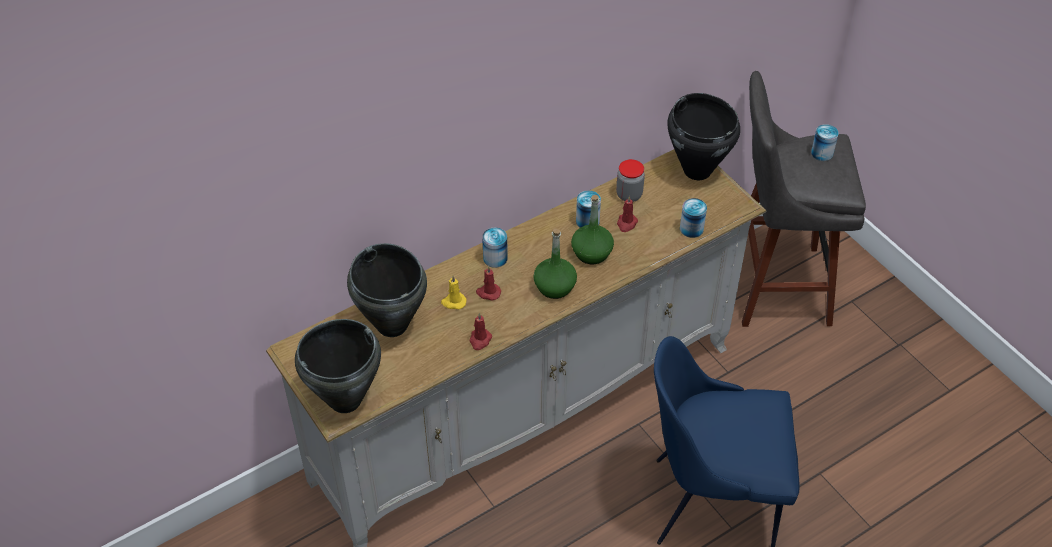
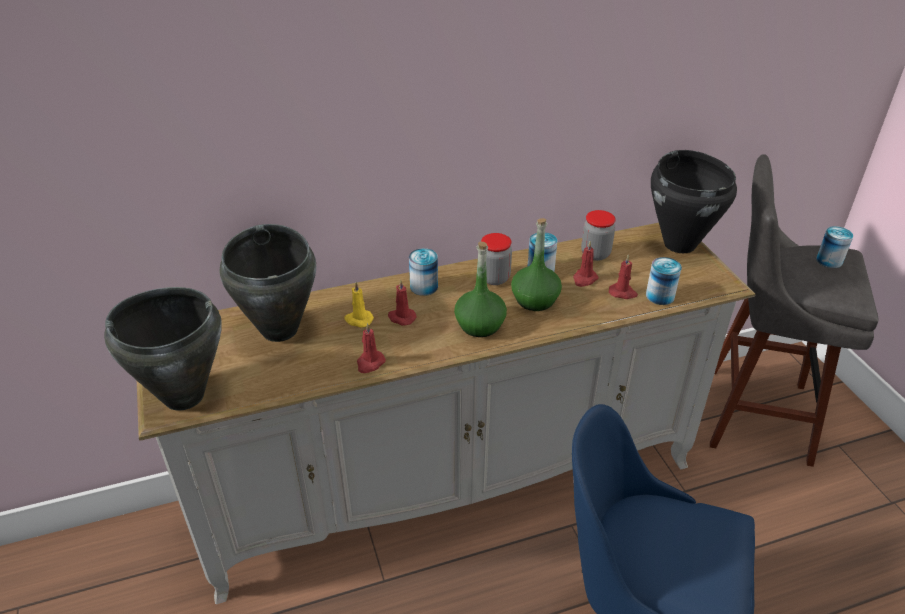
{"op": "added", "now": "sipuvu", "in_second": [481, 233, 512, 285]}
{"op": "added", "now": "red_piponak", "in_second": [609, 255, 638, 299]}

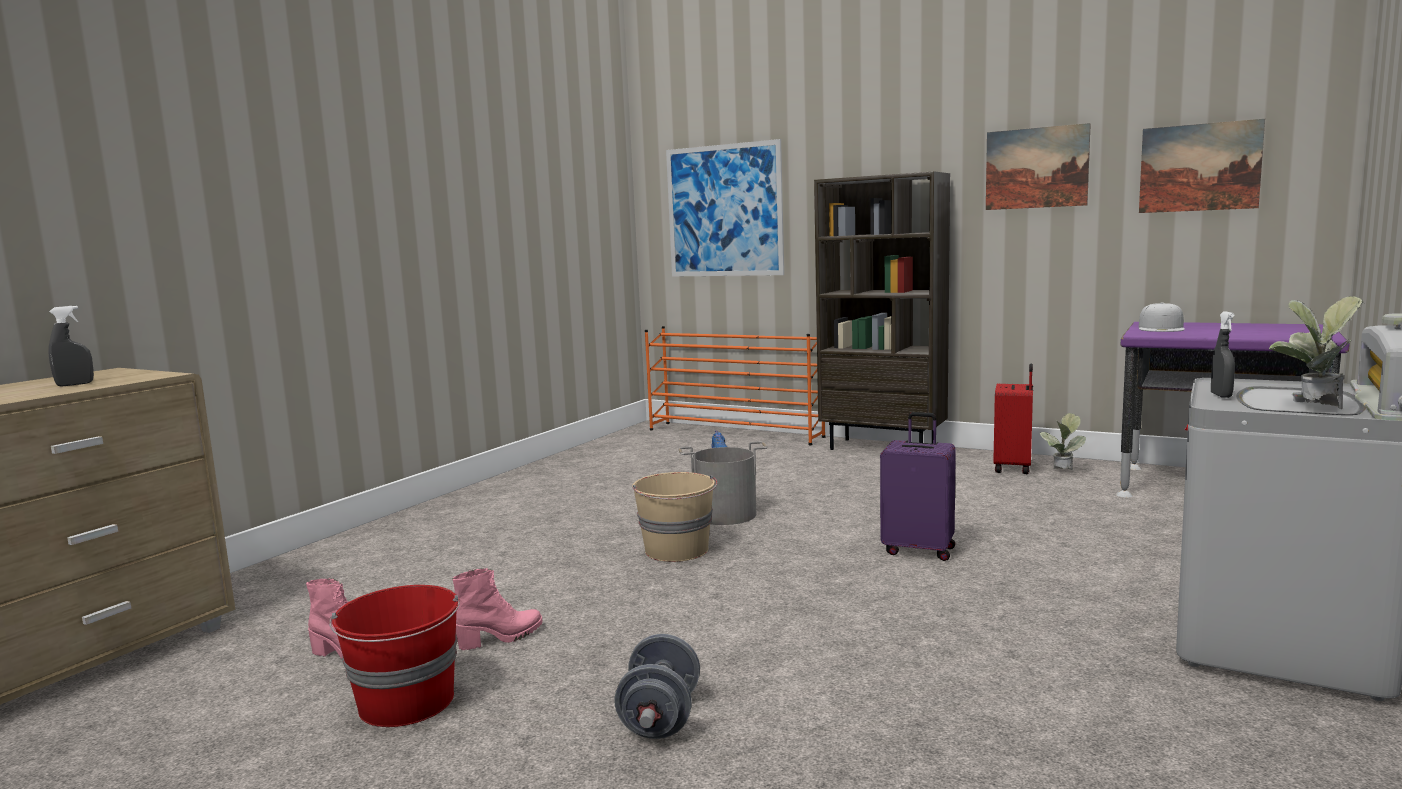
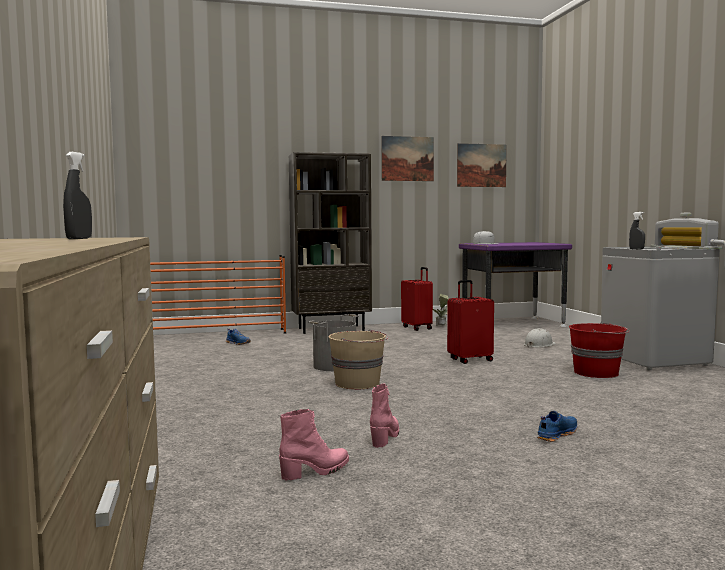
{"op": "moved", "was": "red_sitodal", "in_first": [329, 585, 460, 727], "in_second": [569, 322, 630, 378]}
{"op": "replaced", "was": "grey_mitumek", "now": "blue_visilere", "in_first": [614, 634, 700, 739], "in_second": [537, 411, 577, 442]}
{"op": "removed", "was": "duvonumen", "in_first": [666, 139, 784, 277]}
{"op": "recoloured", "was": "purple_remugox", "now": "red_remugox", "in_first": [880, 412, 956, 561], "in_second": [447, 280, 494, 364]}
{"op": "removed", "was": "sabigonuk", "in_first": [1269, 296, 1364, 409]}
{"op": "added", "now": "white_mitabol", "in_second": [524, 328, 556, 348]}

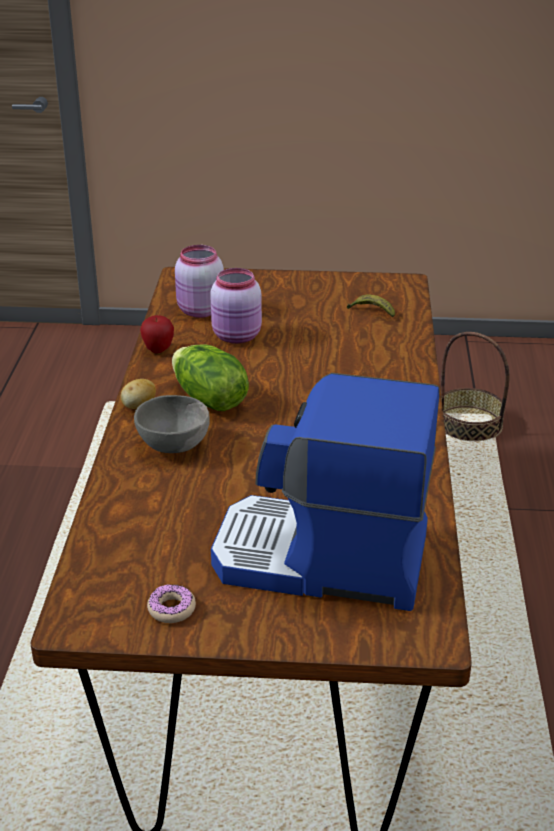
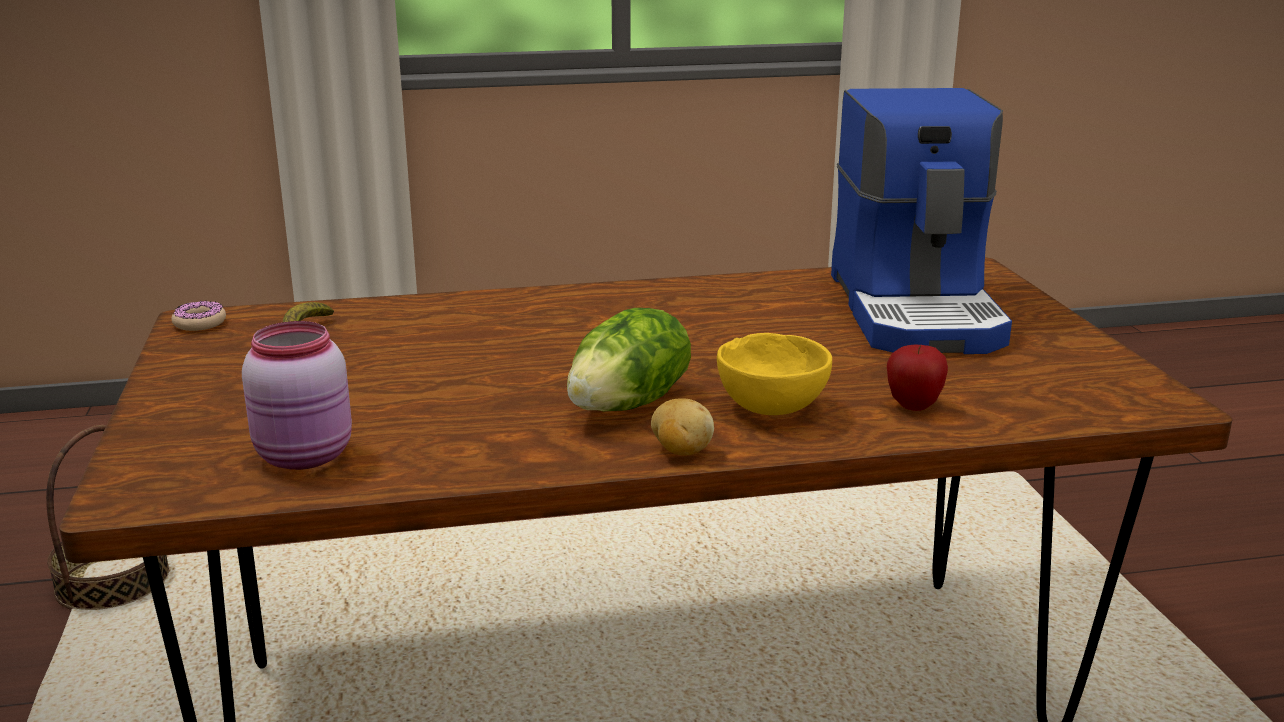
{"op": "recoloured", "was": "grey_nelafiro", "now": "yellow_nelafiro", "in_first": [134, 395, 210, 453], "in_second": [717, 333, 832, 415]}
{"op": "moved", "was": "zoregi", "in_first": [140, 315, 174, 353], "in_second": [887, 344, 948, 411]}
{"op": "moved", "was": "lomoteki", "in_first": [147, 584, 196, 623], "in_second": [171, 301, 226, 331]}
{"op": "removed", "was": "pink_sipuvu", "in_first": [210, 268, 262, 344]}

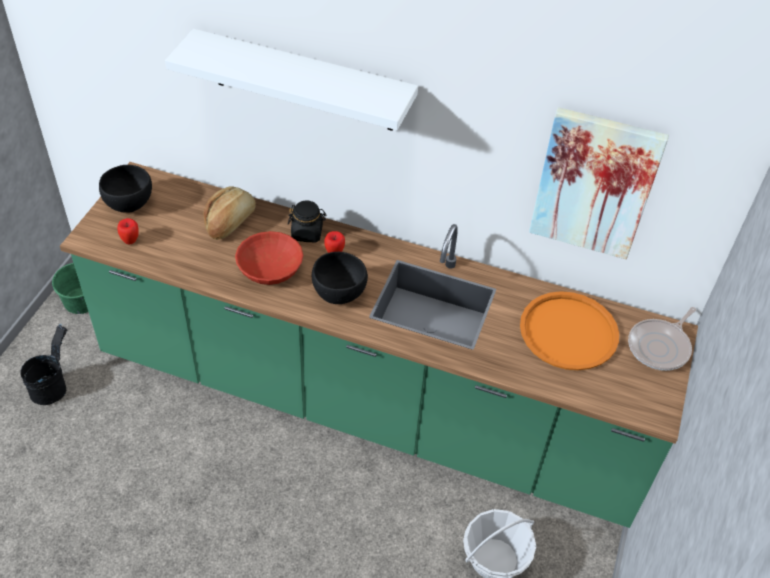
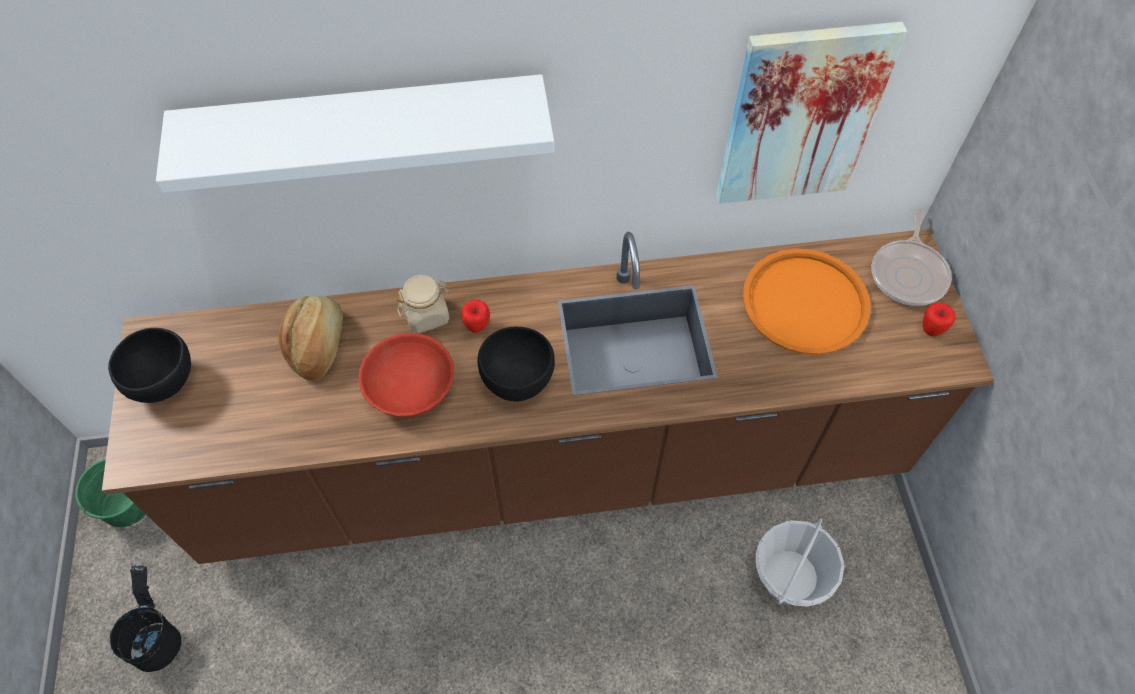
{"op": "recoloured", "was": "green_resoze", "now": "brown_resoze", "in_first": [60, 162, 698, 528], "in_second": [102, 229, 994, 564]}
{"op": "moved", "was": "zoregi", "in_first": [117, 218, 138, 244], "in_second": [923, 302, 955, 337]}
{"op": "recoloured", "was": "black_sipuvu", "now": "beige_sipuvu", "in_first": [288, 201, 327, 242], "in_second": [396, 275, 449, 333]}

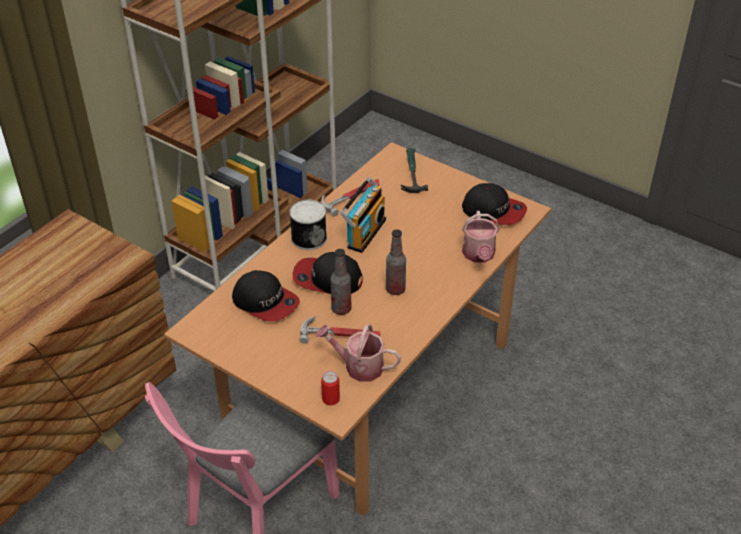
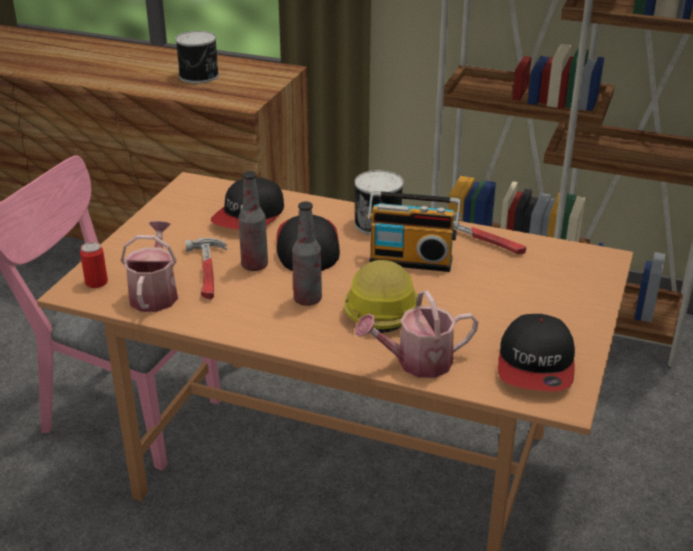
{"op": "removed", "was": "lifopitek", "in_first": [401, 148, 428, 193]}
{"op": "added", "now": "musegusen", "in_second": [175, 31, 219, 83]}
{"op": "added", "now": "mitabol", "in_second": [343, 260, 418, 333]}

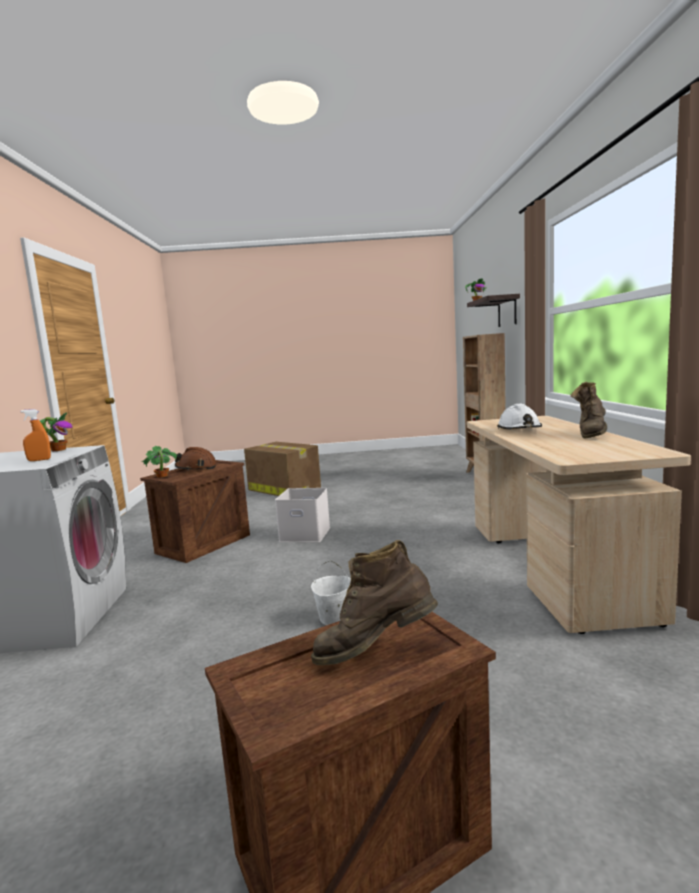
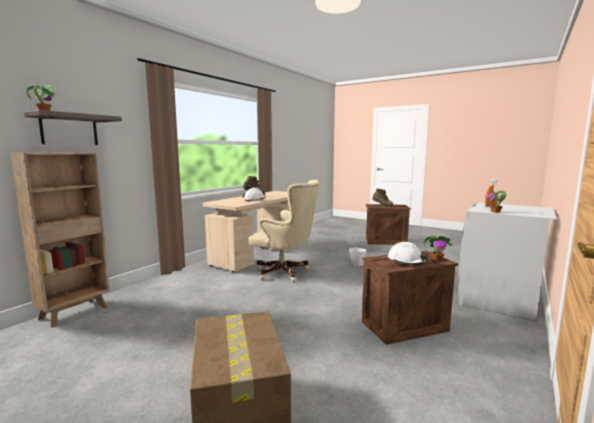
{"op": "recoloured", "was": "brown_mitabol", "now": "white_mitabol", "in_first": [175, 447, 217, 471], "in_second": [388, 242, 428, 264]}
{"op": "removed", "was": "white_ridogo", "in_first": [275, 488, 330, 542]}
{"op": "added", "now": "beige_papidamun", "in_second": [249, 180, 319, 282]}

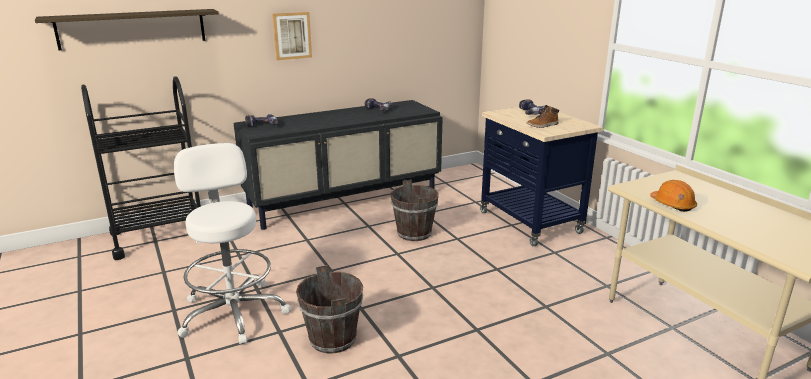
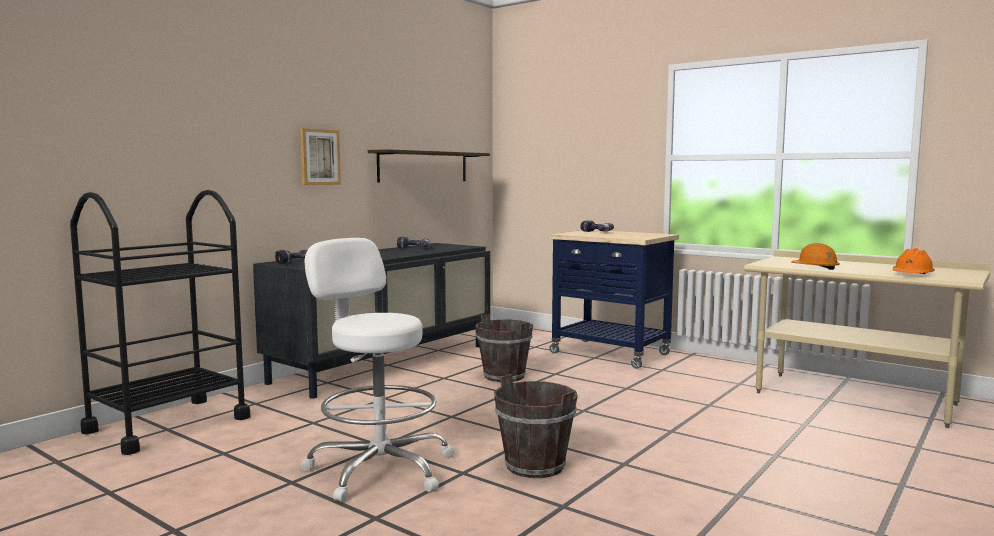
{"op": "moved", "was": "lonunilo", "in_first": [35, 9, 219, 50], "in_second": [368, 149, 490, 182]}
{"op": "removed", "was": "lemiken", "in_first": [527, 105, 559, 128]}
{"op": "added", "now": "orange_mitabol", "in_second": [893, 248, 935, 274]}

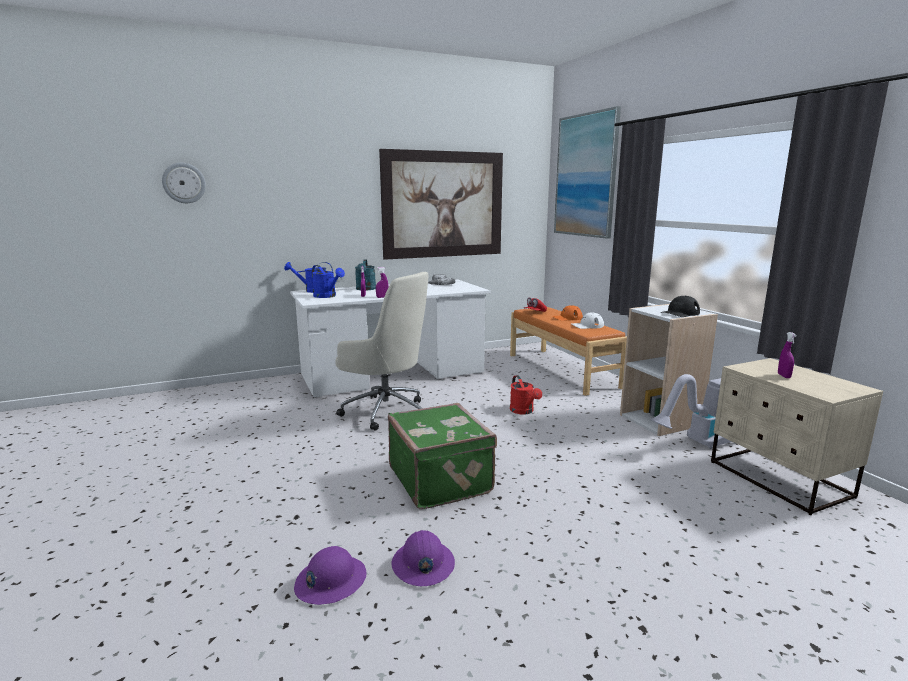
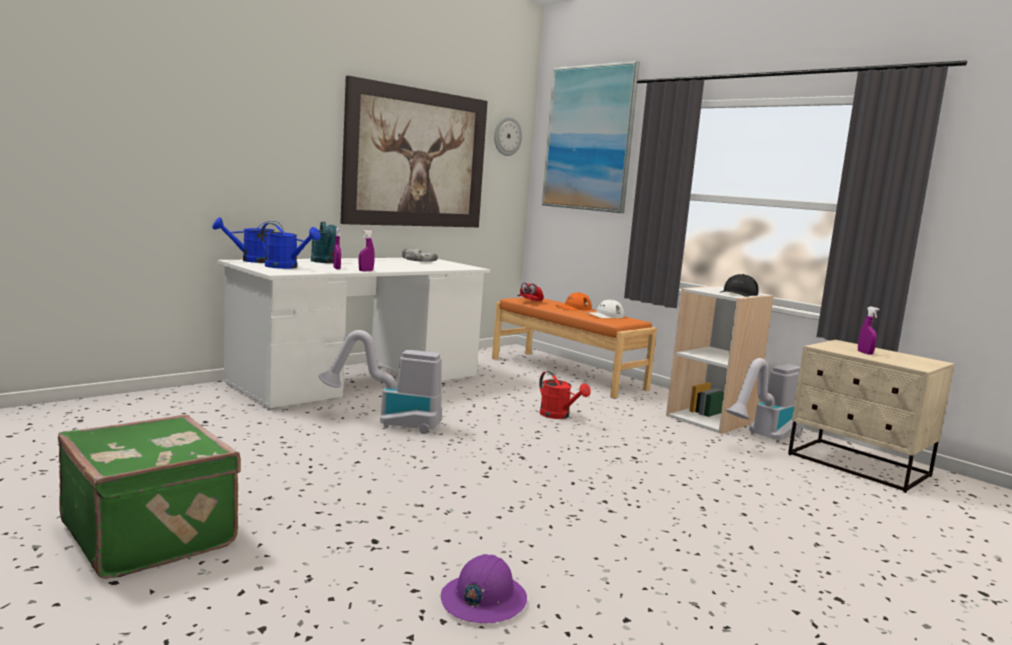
{"op": "moved", "was": "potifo", "in_first": [162, 163, 206, 203], "in_second": [494, 117, 522, 156]}
{"op": "replaced", "was": "beige_papidamun", "now": "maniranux", "in_first": [335, 272, 428, 431], "in_second": [319, 330, 442, 434]}
{"op": "moved", "was": "green_remugox", "in_first": [388, 403, 497, 509], "in_second": [58, 414, 241, 579]}
{"op": "removed", "was": "purple_mitabol", "in_first": [392, 530, 455, 586]}

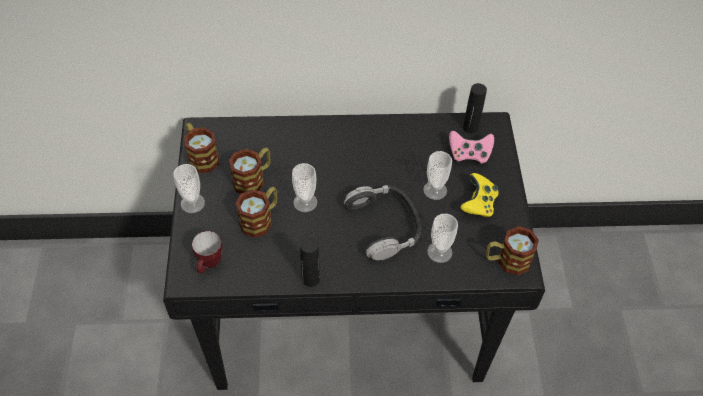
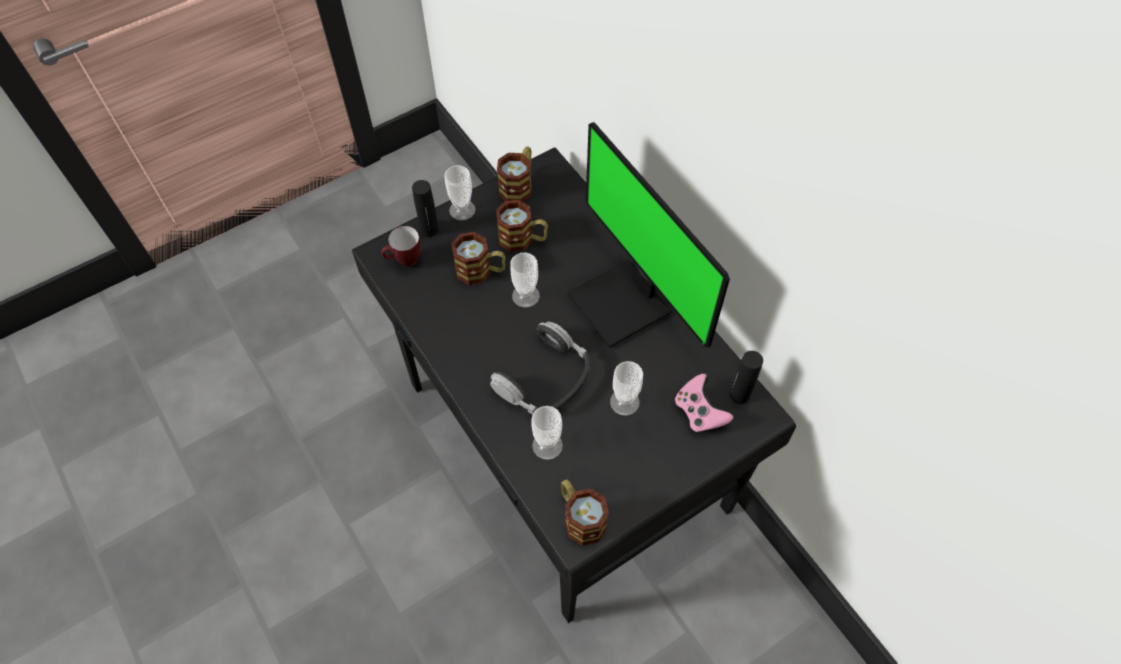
{"op": "moved", "was": "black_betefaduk", "in_first": [300, 237, 320, 287], "in_second": [412, 180, 439, 237]}
{"op": "removed", "was": "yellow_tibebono", "in_first": [460, 173, 499, 217]}
{"op": "added", "now": "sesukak", "in_second": [567, 122, 730, 348]}

